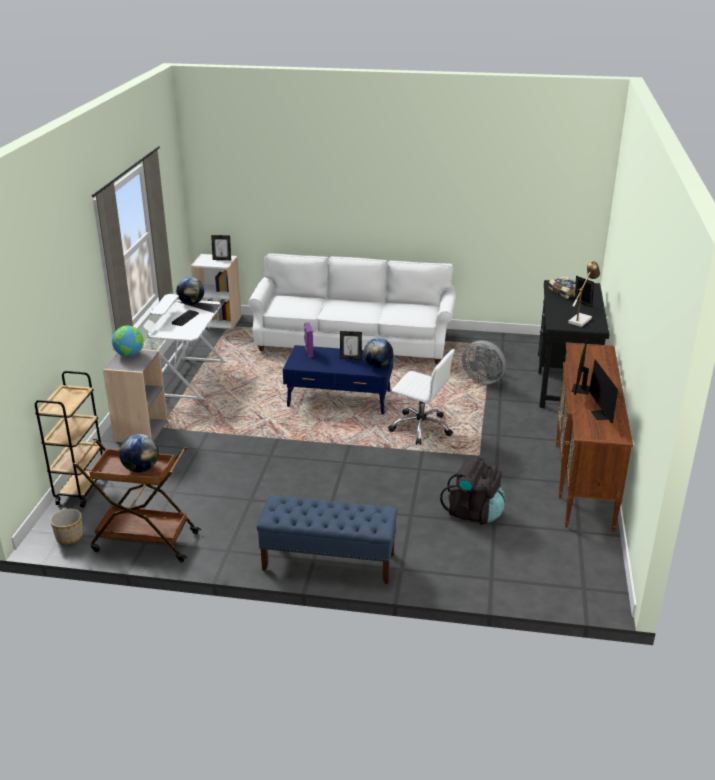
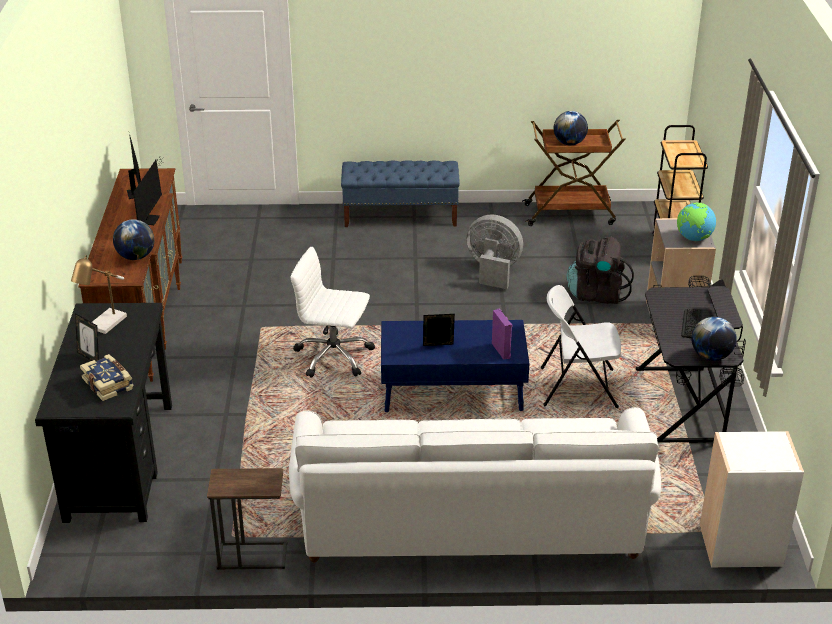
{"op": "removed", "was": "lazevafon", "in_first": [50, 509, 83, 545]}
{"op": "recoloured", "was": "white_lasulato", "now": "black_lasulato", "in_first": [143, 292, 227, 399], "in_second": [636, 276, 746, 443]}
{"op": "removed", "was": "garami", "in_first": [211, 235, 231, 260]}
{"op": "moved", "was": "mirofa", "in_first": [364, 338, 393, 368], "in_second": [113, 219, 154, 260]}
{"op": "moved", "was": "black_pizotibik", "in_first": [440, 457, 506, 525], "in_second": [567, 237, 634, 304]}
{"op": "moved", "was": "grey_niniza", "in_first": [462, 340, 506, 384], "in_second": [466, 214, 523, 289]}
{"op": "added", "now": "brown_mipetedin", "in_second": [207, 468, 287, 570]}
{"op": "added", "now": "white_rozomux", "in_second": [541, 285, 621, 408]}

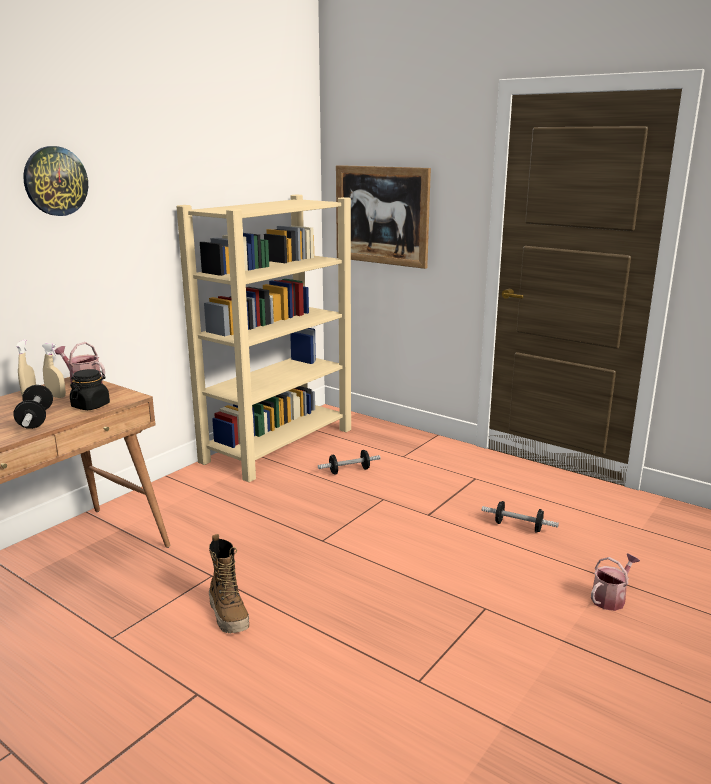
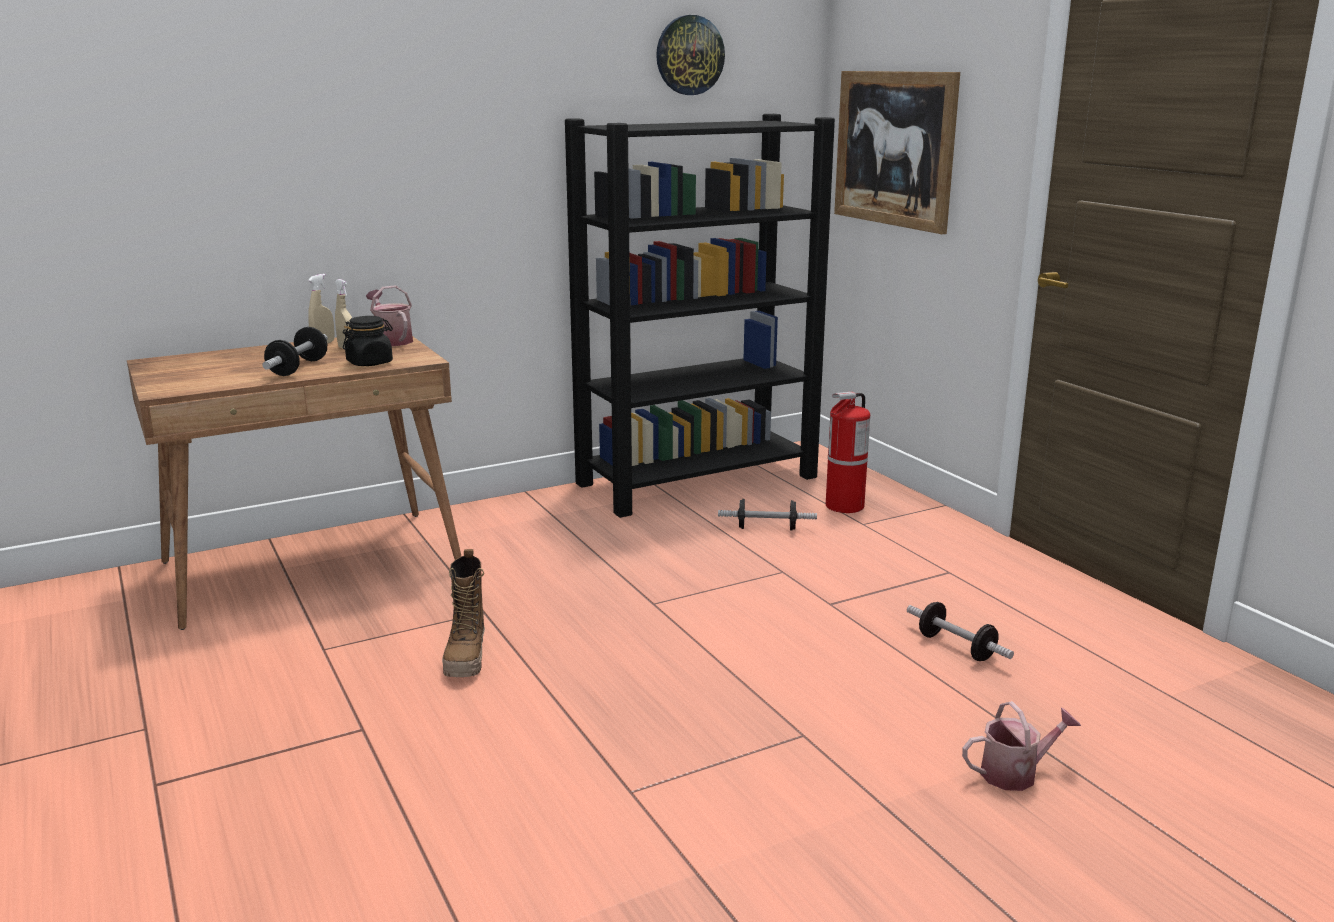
{"op": "moved", "was": "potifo", "in_first": [23, 146, 88, 216], "in_second": [656, 15, 725, 95]}
{"op": "recoloured", "was": "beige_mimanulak", "now": "black_mimanulak", "in_first": [176, 195, 351, 482], "in_second": [565, 114, 835, 518]}
{"op": "added", "now": "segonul", "in_second": [826, 392, 870, 513]}

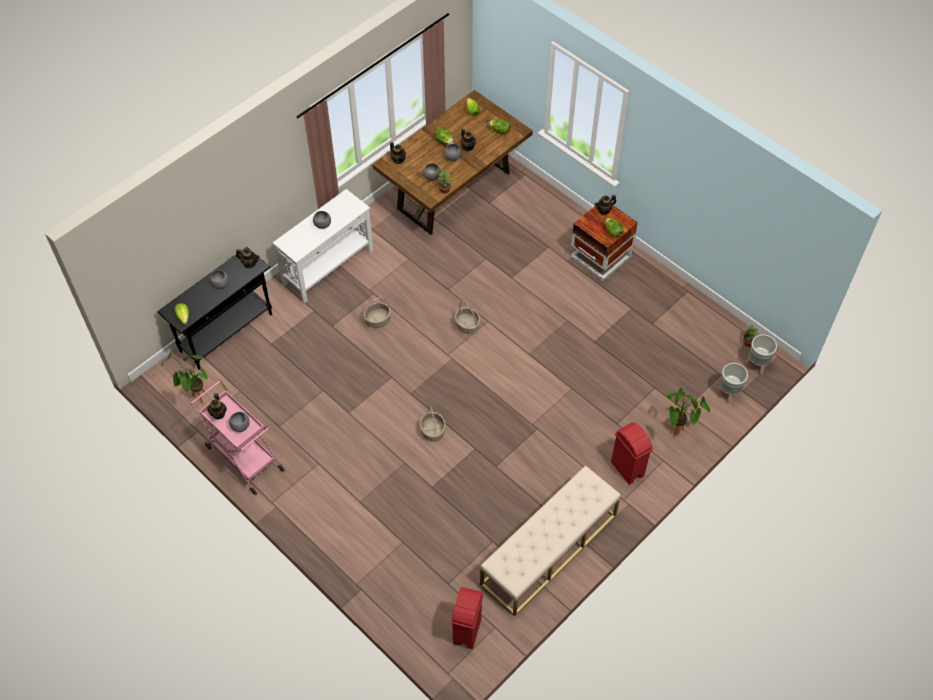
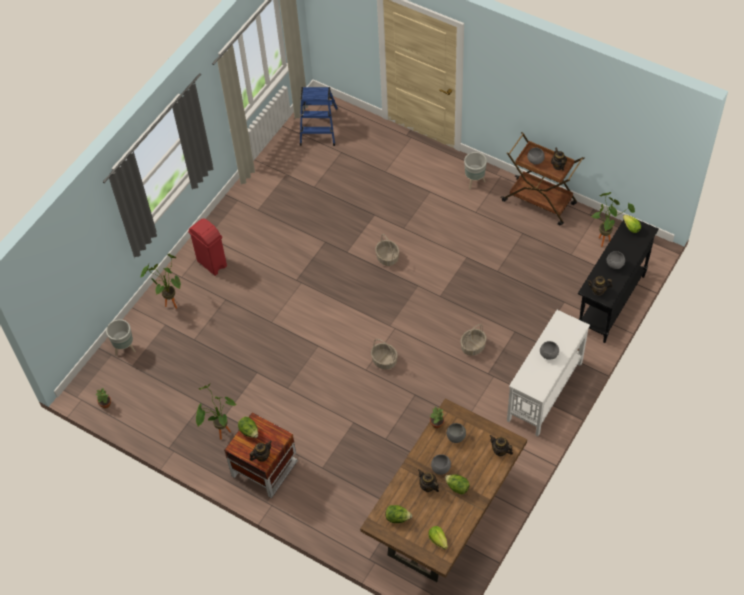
{"op": "recoloured", "was": "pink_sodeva", "now": "brown_sodeva", "in_first": [189, 378, 285, 495], "in_second": [500, 132, 585, 226]}
{"op": "replaced", "was": "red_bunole", "now": "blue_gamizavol", "in_first": [451, 587, 484, 649], "in_second": [300, 87, 338, 146]}
{"op": "removed", "was": "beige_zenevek", "in_first": [480, 465, 621, 616]}
{"op": "moved", "was": "grey_lazevafon", "in_first": [745, 334, 777, 375], "in_second": [464, 152, 487, 190]}
{"op": "added", "now": "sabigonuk", "in_second": [196, 383, 236, 440]}

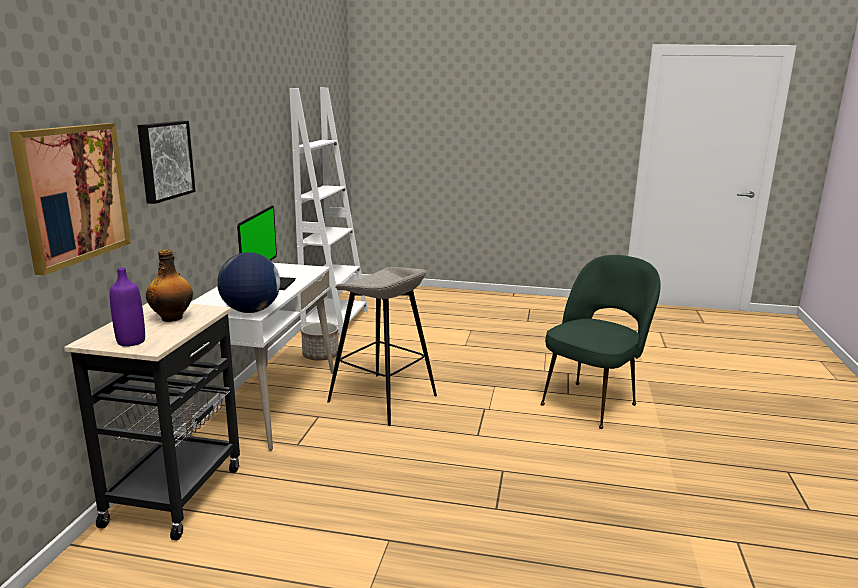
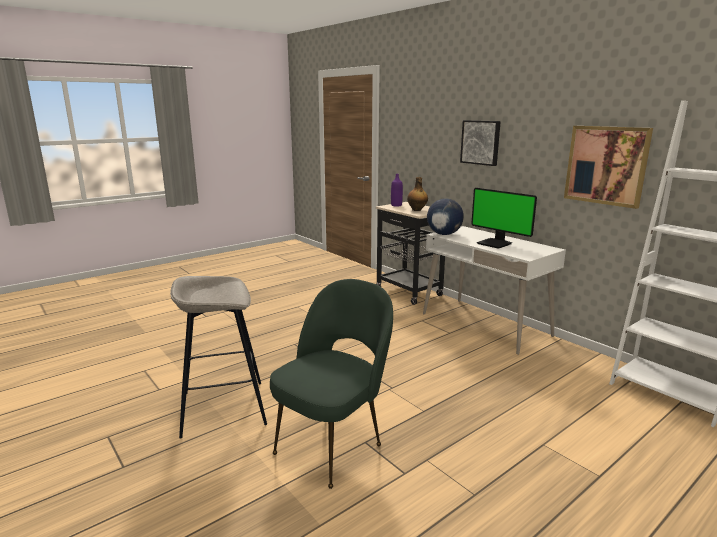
{"op": "moved", "was": "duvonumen", "in_first": [9, 123, 131, 275], "in_second": [564, 126, 653, 209]}
{"op": "removed", "was": "lazevafon", "in_first": [301, 322, 339, 360]}
{"op": "moved", "was": "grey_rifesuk", "in_first": [327, 267, 437, 426], "in_second": [170, 276, 267, 438]}
{"op": "turned", "was": "green_rozomux", "in_first": [541, 255, 661, 429], "in_second": [270, 279, 393, 489], "clockwise": -135}

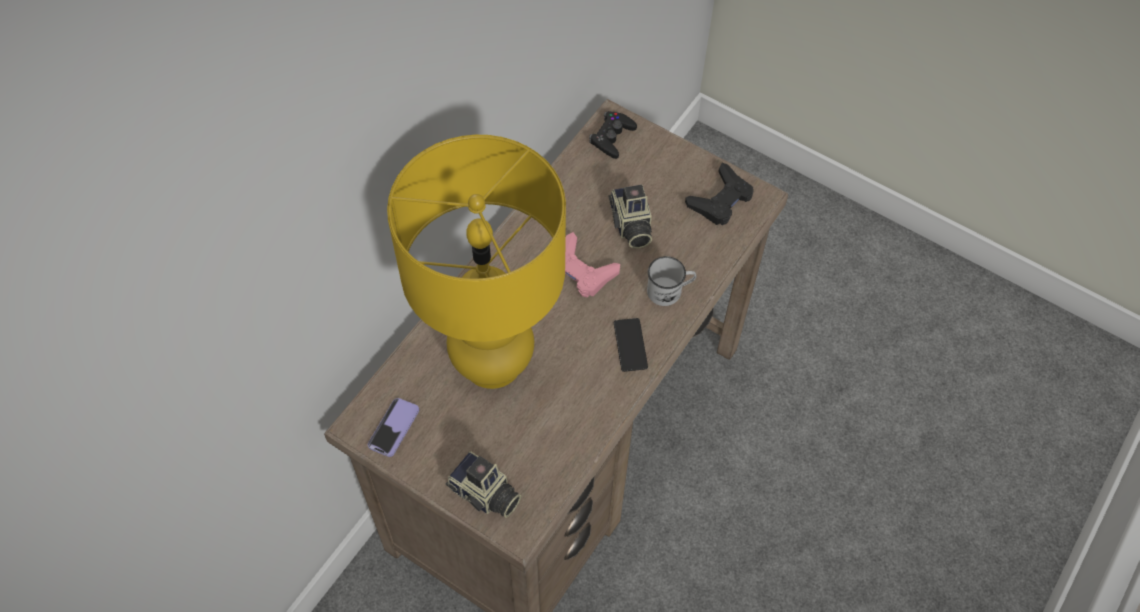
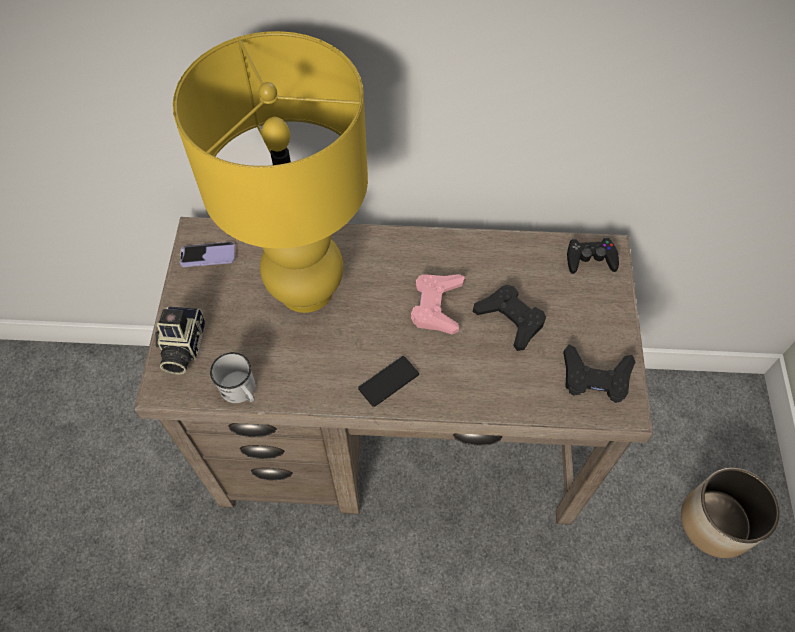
{"op": "replaced", "was": "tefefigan", "now": "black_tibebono", "in_first": [609, 184, 652, 249], "in_second": [473, 285, 546, 351]}
{"op": "moved", "was": "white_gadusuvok", "in_first": [647, 256, 697, 306], "in_second": [210, 352, 256, 403]}
{"op": "added", "now": "lazevafon", "in_second": [681, 468, 780, 558]}

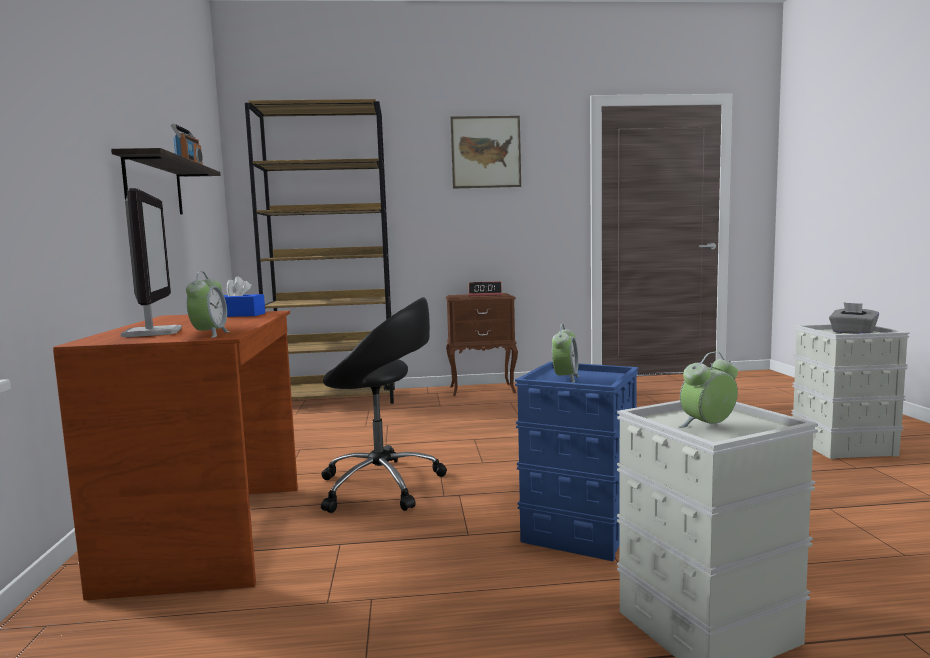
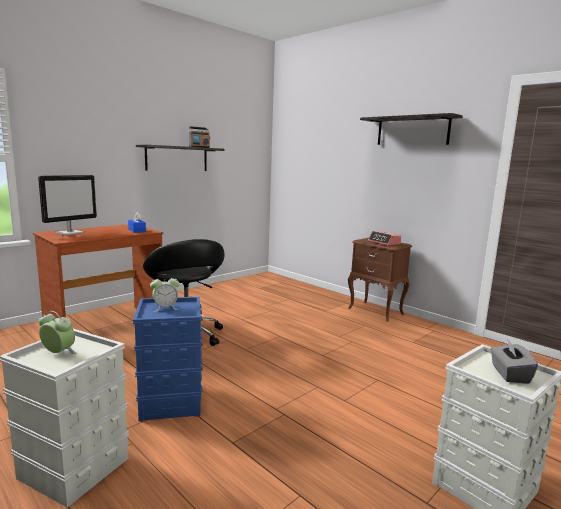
{"op": "removed", "was": "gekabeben", "in_first": [186, 272, 230, 338]}
{"op": "removed", "was": "brown_mimanulak", "in_first": [245, 99, 395, 404]}
{"op": "replaced", "was": "duvonumen", "now": "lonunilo", "in_first": [450, 116, 521, 189], "in_second": [360, 113, 463, 145]}

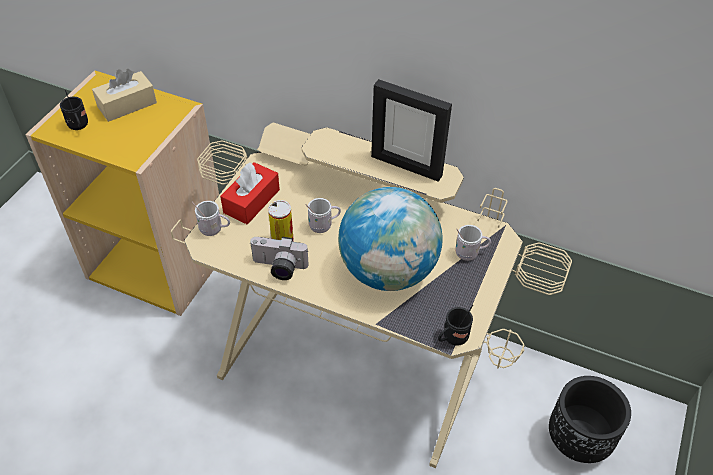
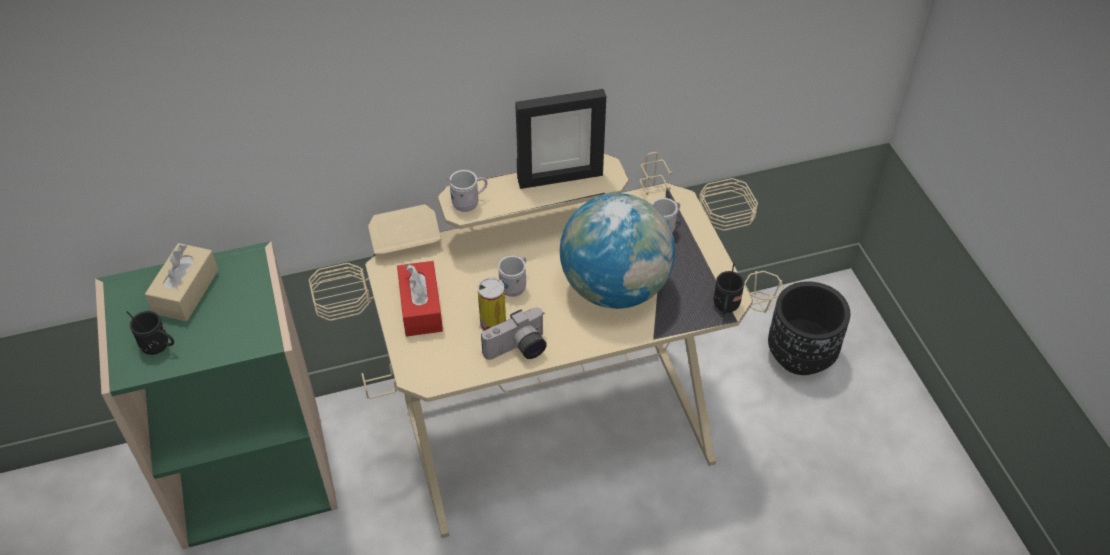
{"op": "recoloured", "was": "yellow_mimanulak", "now": "green_mimanulak", "in_first": [25, 70, 219, 316], "in_second": [95, 241, 338, 549]}
{"op": "moved", "was": "white_gadusuvok", "in_first": [192, 201, 230, 236], "in_second": [447, 170, 488, 212]}

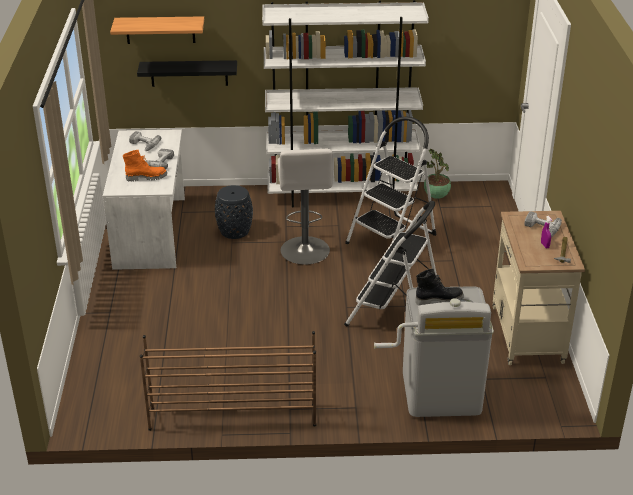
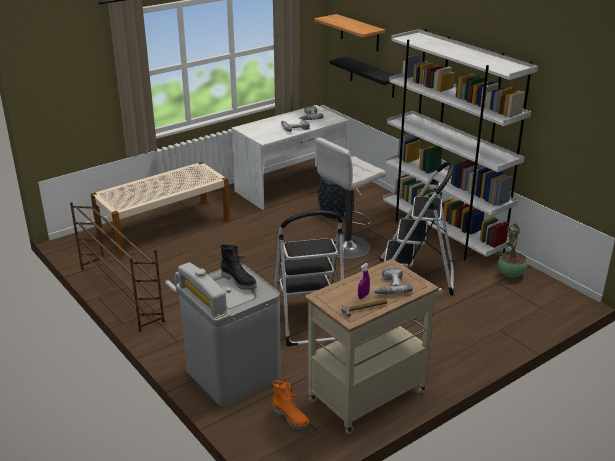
{"op": "moved", "was": "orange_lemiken", "in_first": [123, 150, 167, 182], "in_second": [272, 381, 310, 431]}
{"op": "added", "now": "beige_zenevek", "in_second": [90, 162, 230, 257]}

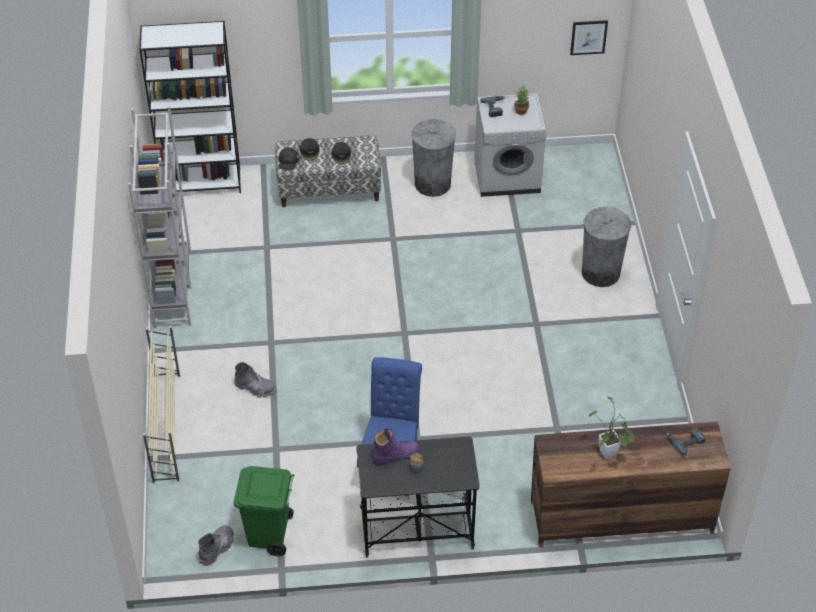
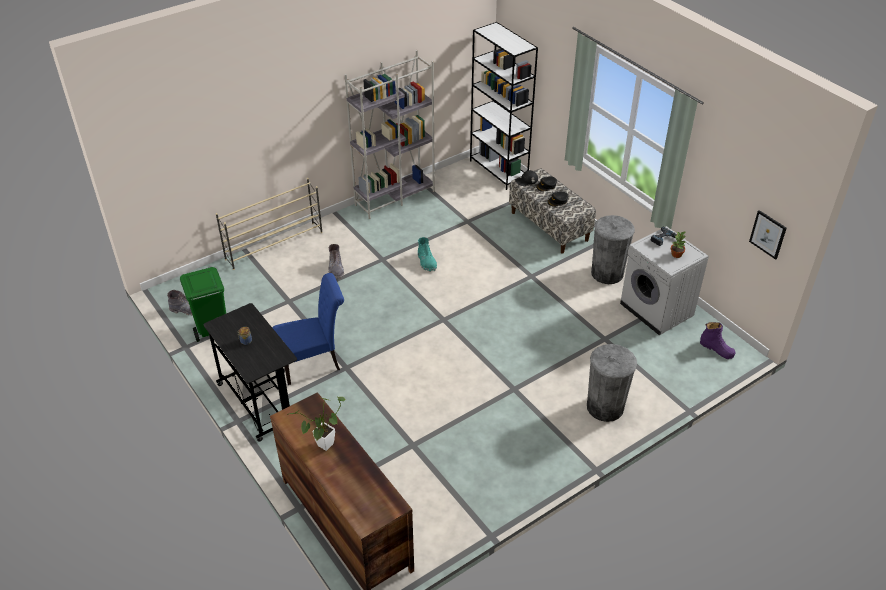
{"op": "moved", "was": "purple_lemiken", "in_first": [372, 429, 419, 466], "in_second": [700, 322, 735, 359]}
{"op": "removed", "was": "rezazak", "in_first": [667, 427, 706, 456]}
{"op": "added", "now": "turquoise_lemiken", "in_second": [418, 237, 437, 272]}

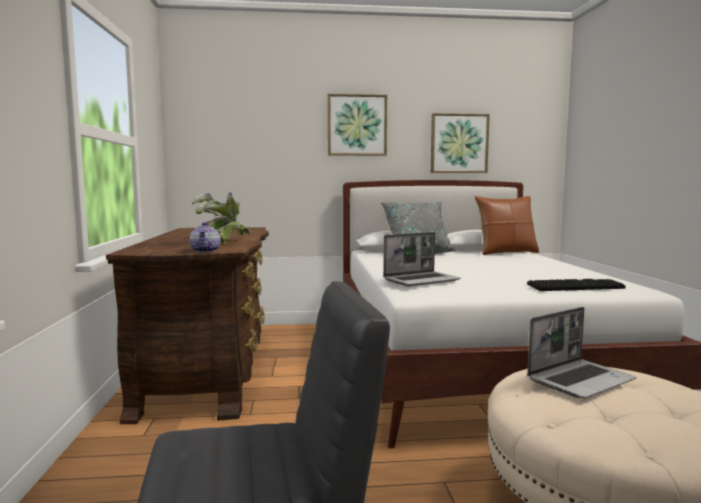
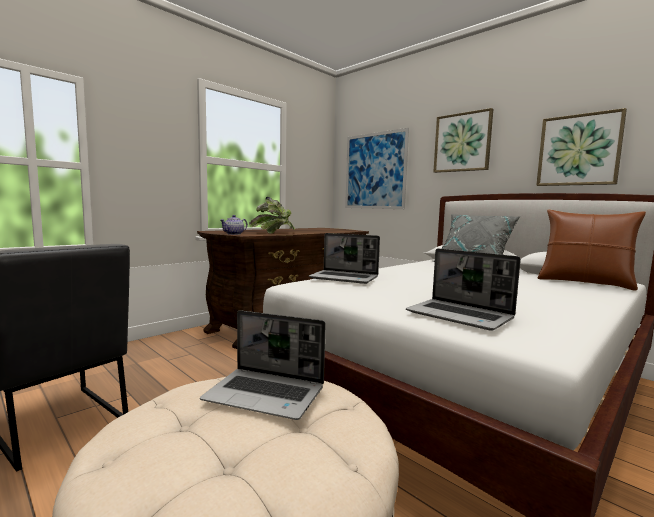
{"op": "replaced", "was": "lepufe", "now": "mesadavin", "in_first": [527, 279, 626, 291], "in_second": [406, 248, 521, 331]}
{"op": "added", "now": "duvonumen", "in_second": [345, 128, 409, 209]}

